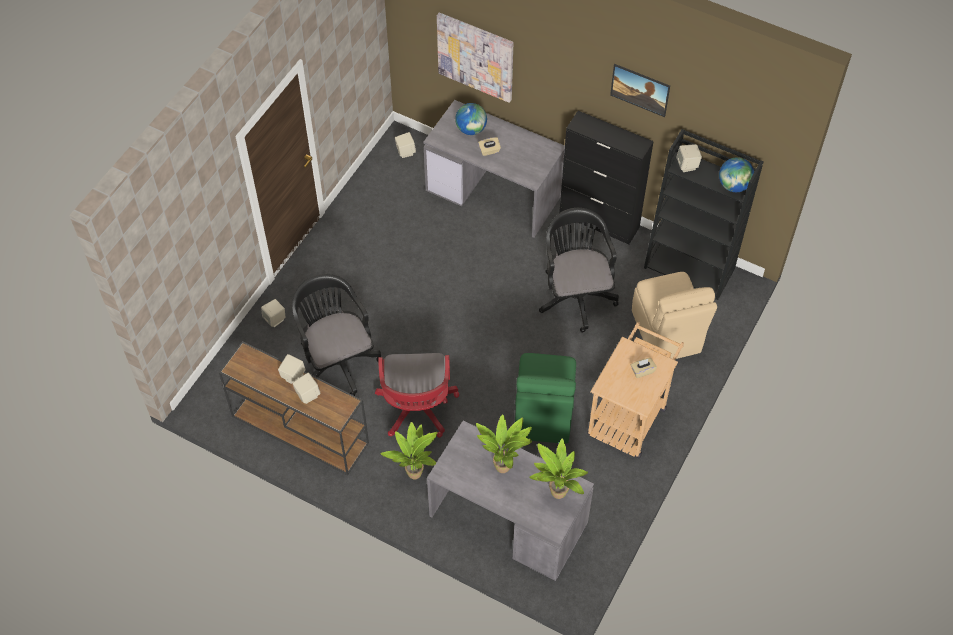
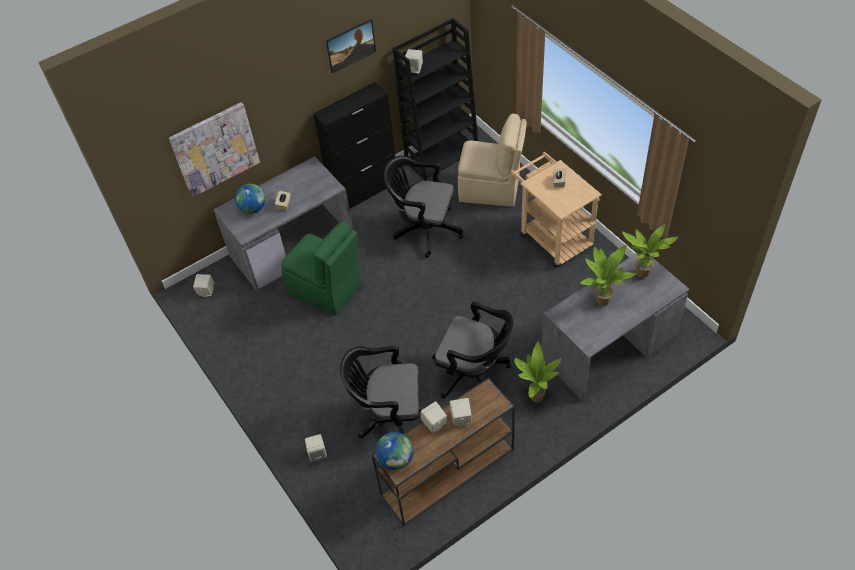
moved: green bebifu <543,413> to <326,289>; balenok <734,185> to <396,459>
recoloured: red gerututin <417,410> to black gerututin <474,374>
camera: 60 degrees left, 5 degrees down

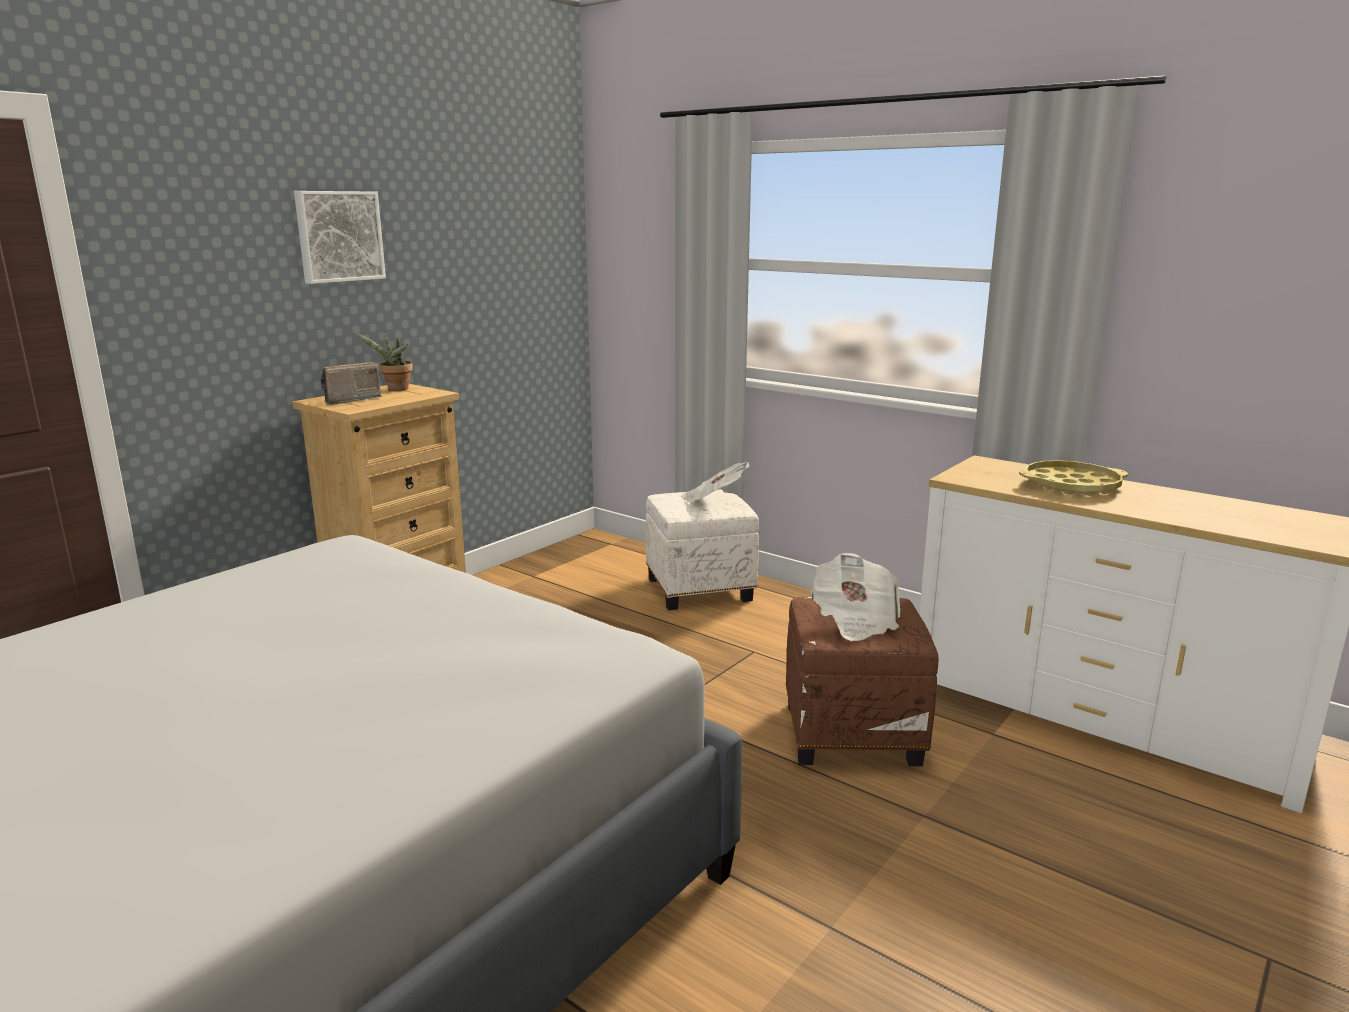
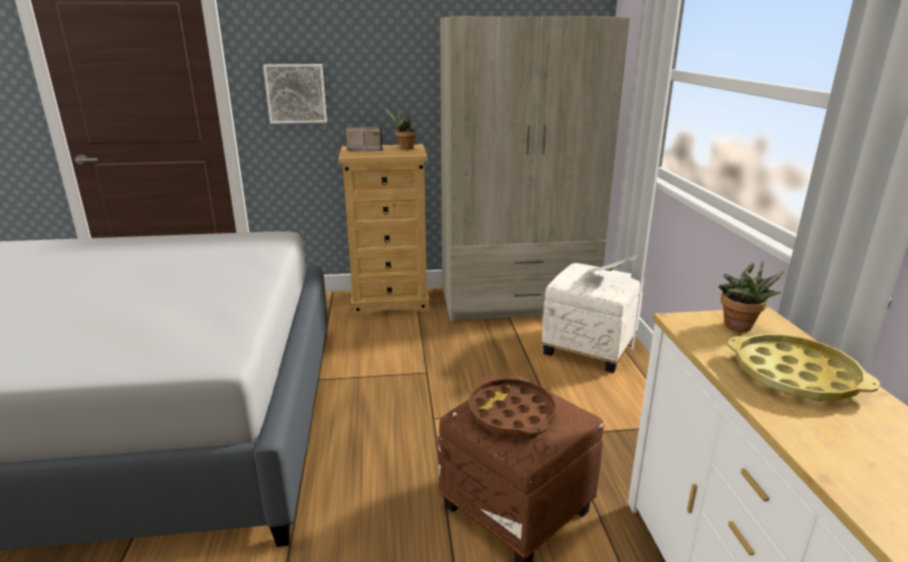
added: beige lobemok <517,300>; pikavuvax <739,328>
moved: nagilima <338,236> to <296,93>
replaced: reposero <855,620> to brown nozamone <511,413>
camera: 45 degrees right, 5 degrees up

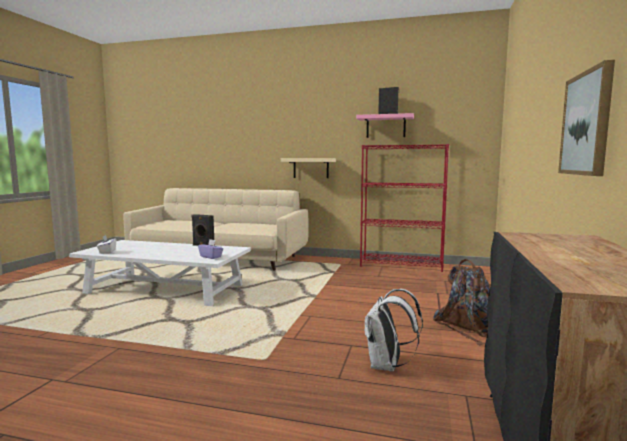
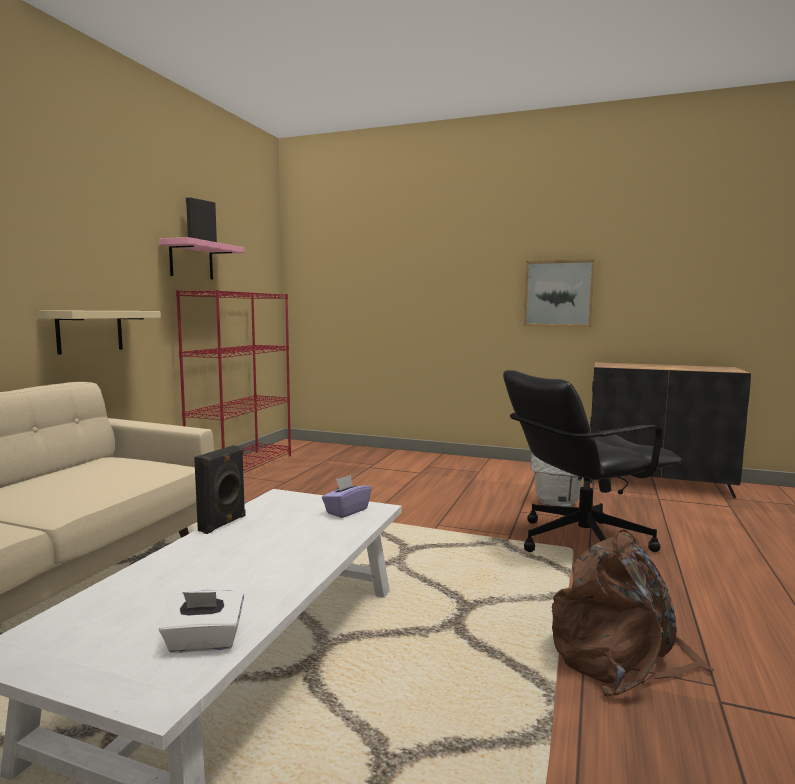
added: black gerututin <580,542>
moved: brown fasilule <470,328> to <620,658>
camera: 85 degrees left, 0 degrees up

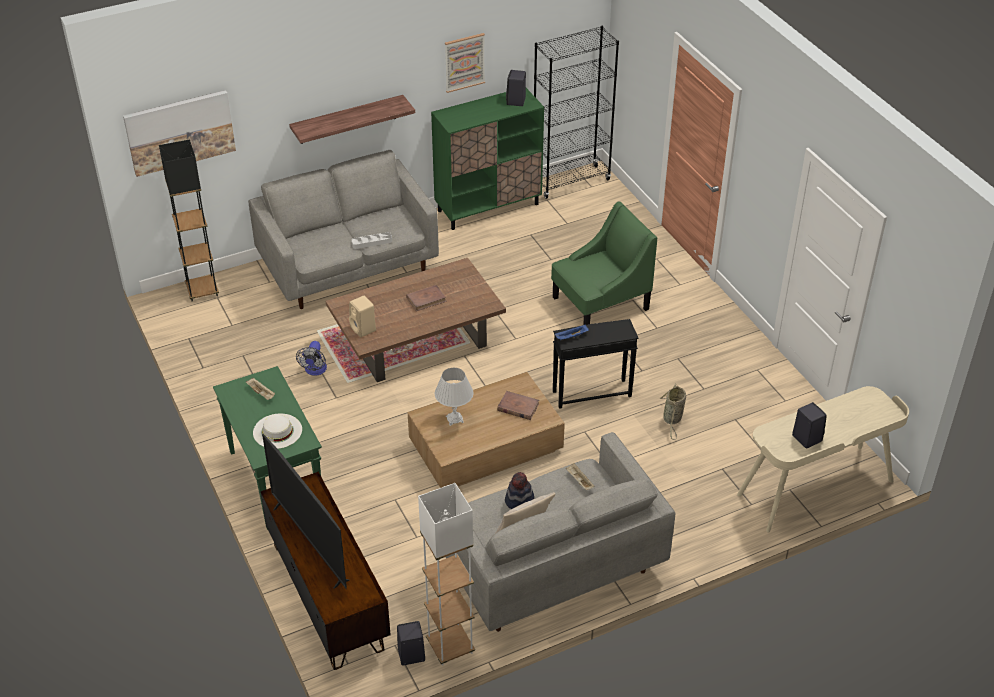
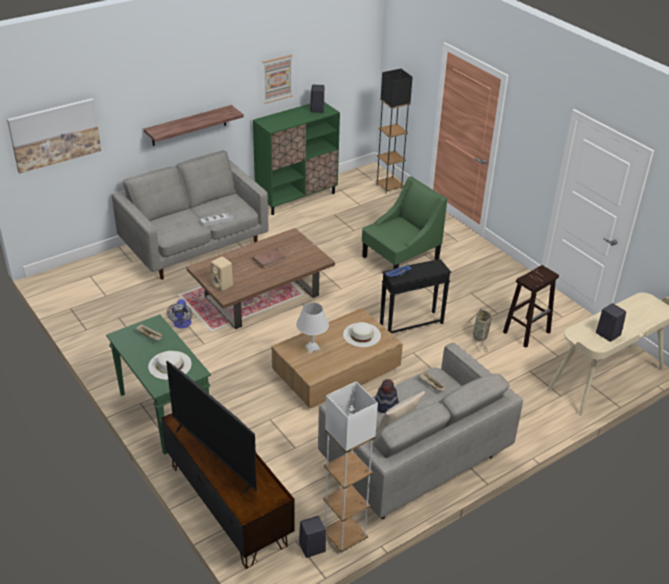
removed: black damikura <571,182>
added: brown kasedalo <527,332>
moved: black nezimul <202,290> to <389,187>
replaced: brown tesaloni <518,407> to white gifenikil <361,335>
camera: 10 degrees left, 5 degrees down

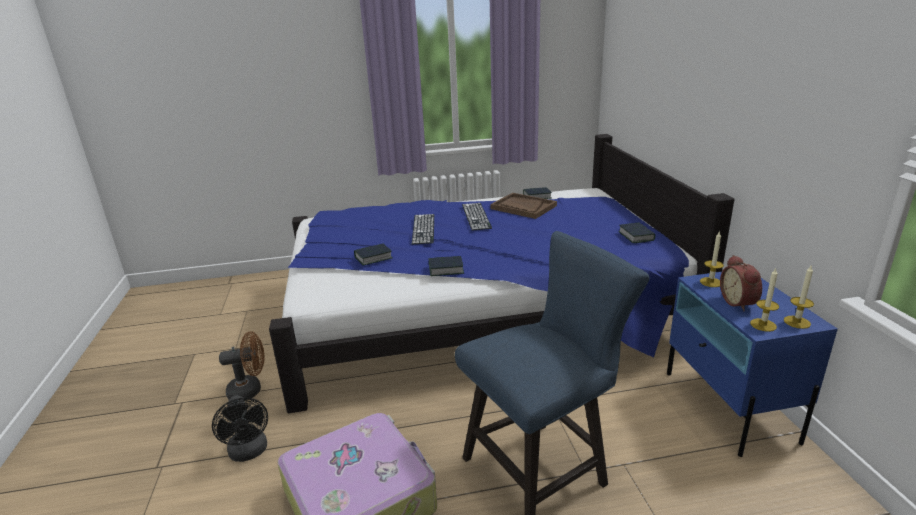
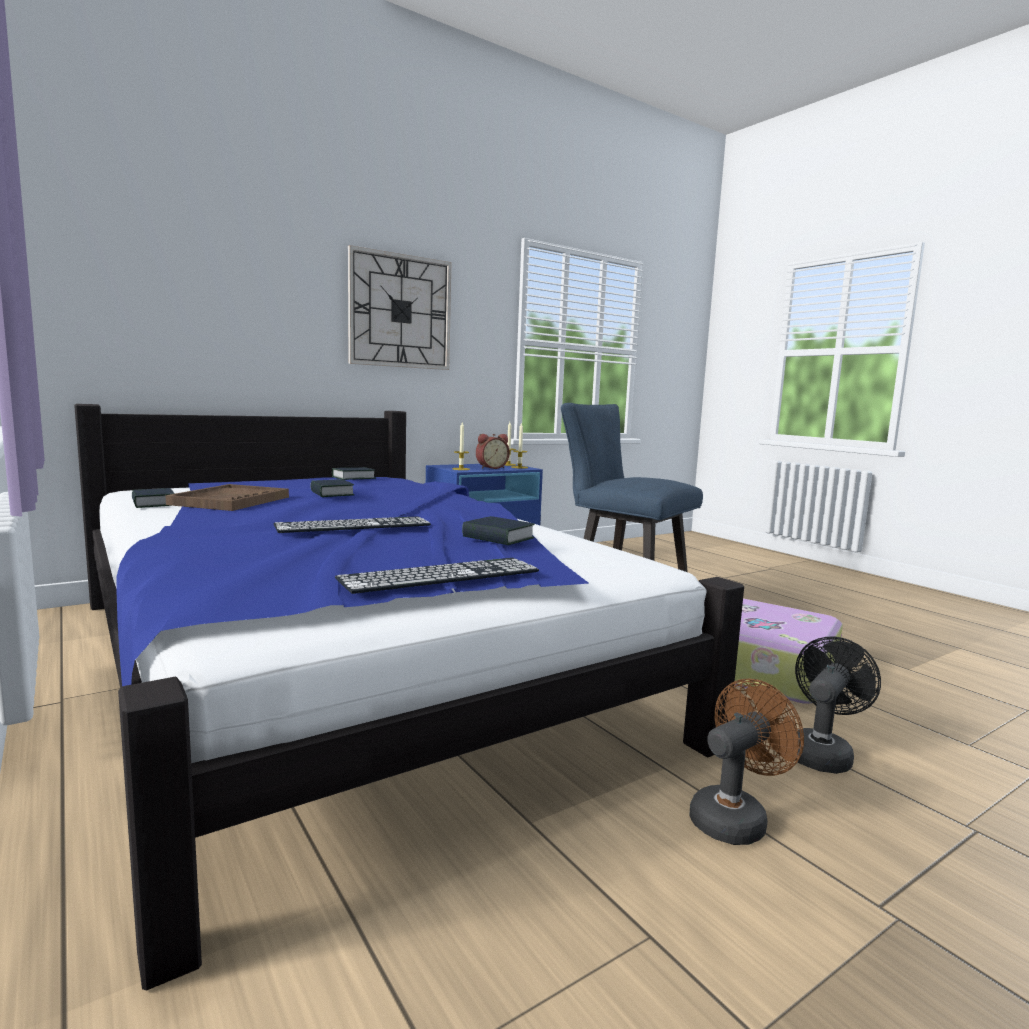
added: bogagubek <400,311>
moved: tesaloni <446,269> to <332,493>; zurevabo <476,216> to <441,575>
turned: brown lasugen <250,390> = <734,817> 90 degrees clockwise
camera: 115 degrees left, 15 degrees down

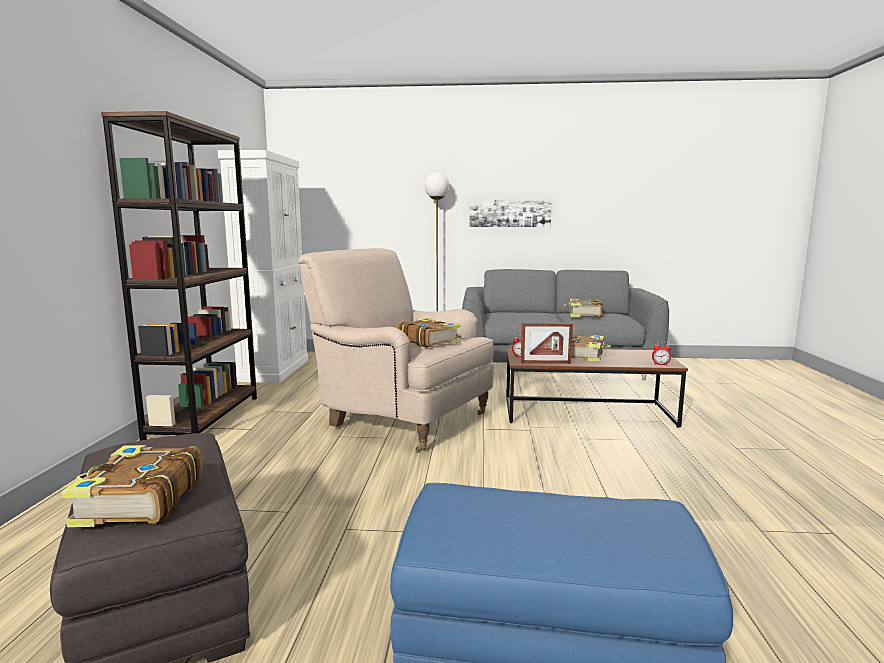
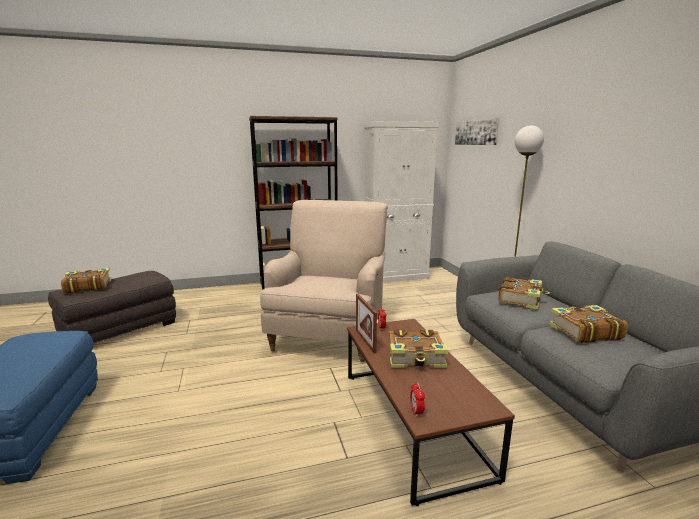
moved: tesaloni <428,341> to <521,299>; nagilima <509,213> to <476,132>
camera: 70 degrees right, 5 degrees up

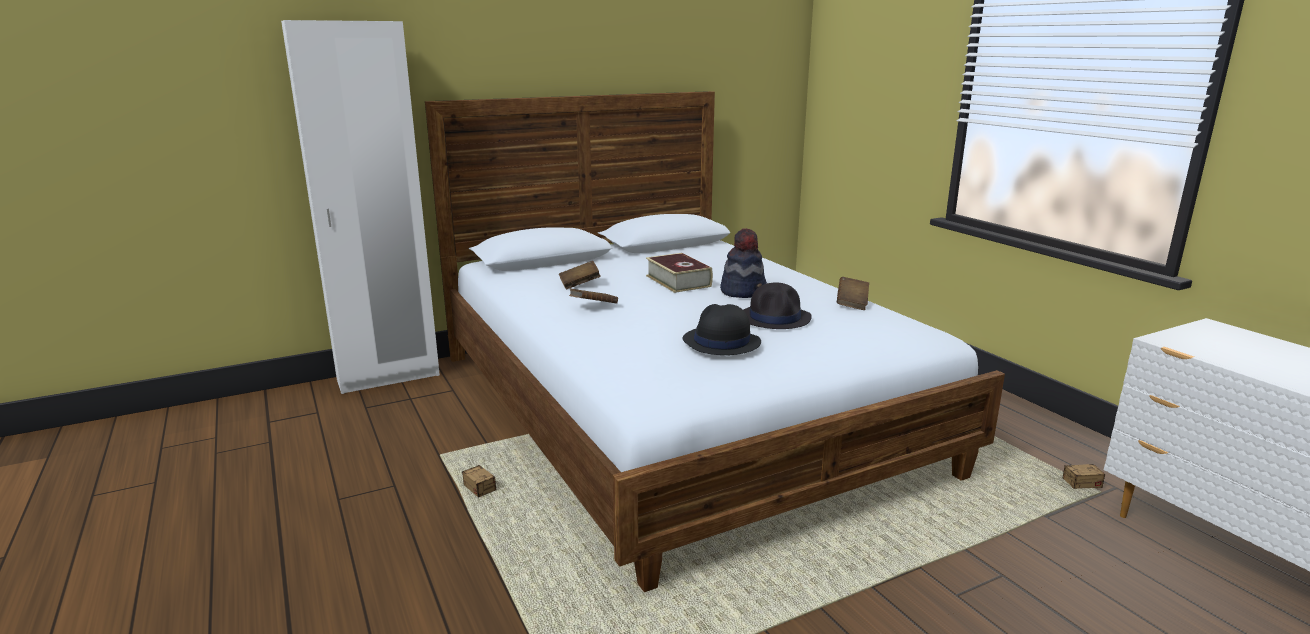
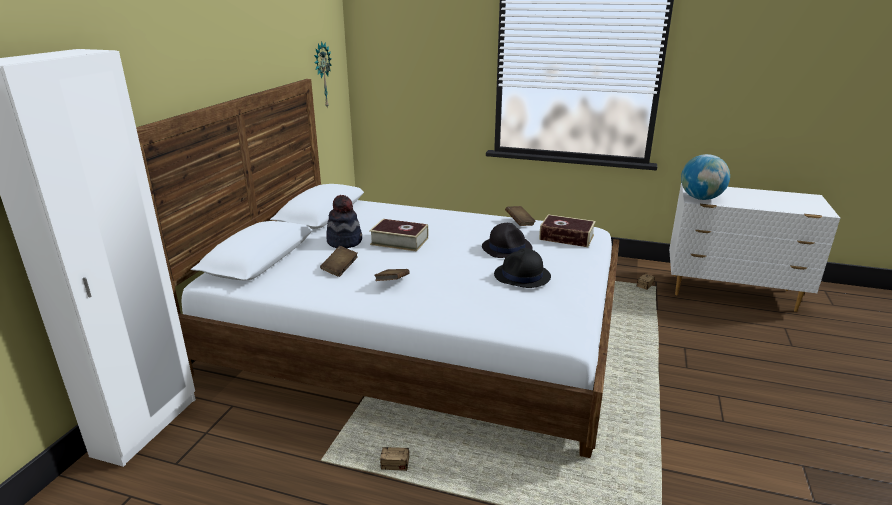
added: bogagubek <321,75>; tesaloni <566,237>; balenok <701,198>
moved: gifenikil <743,291> to <344,241>
camera: 45 degrees left, 5 degrees up

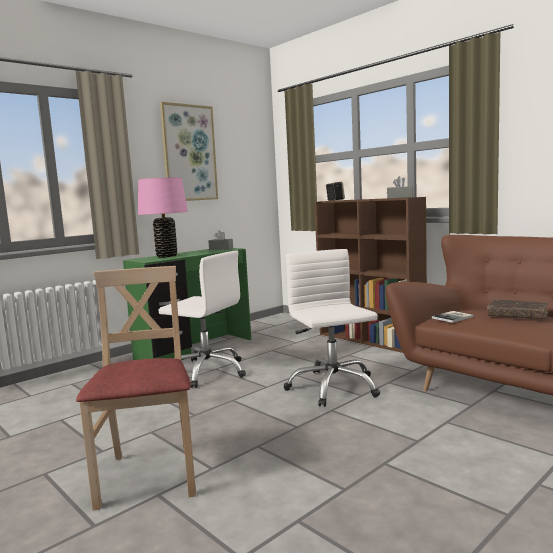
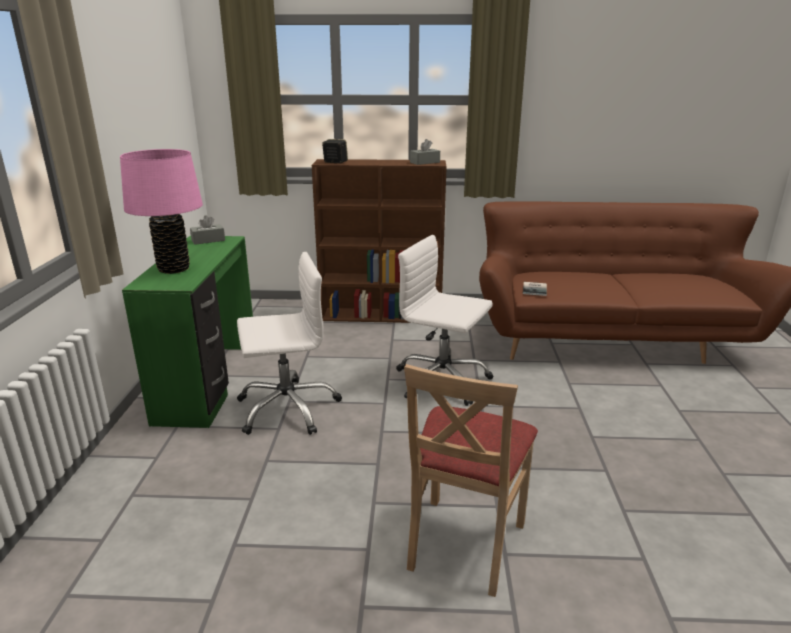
removed: nagilima <189,153>; brown tesaloni <517,316>
turned: beige bebifu <149,476> = <464,543> 105 degrees counterclockwise
camera: 45 degrees left, 15 degrees up

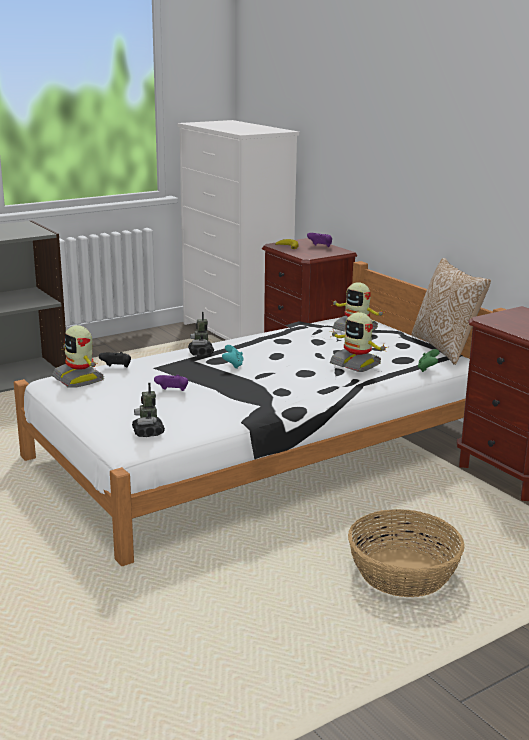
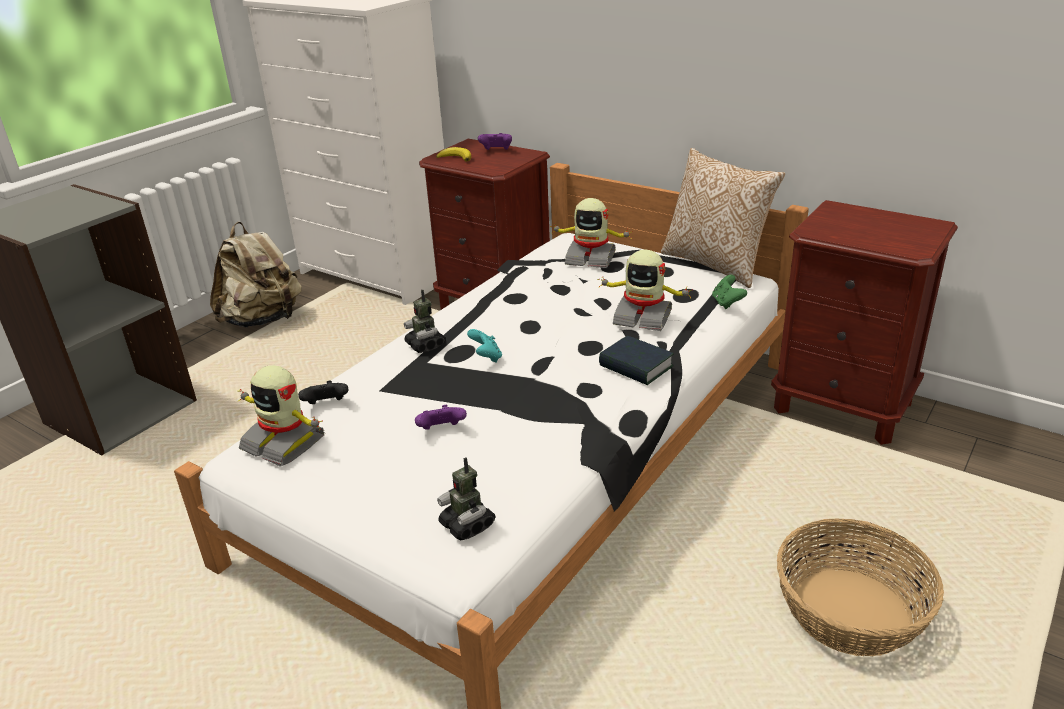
added: beige fasilule <263,320>; tesaloni <636,367>
camera: 20 degrees left, 10 degrees up

